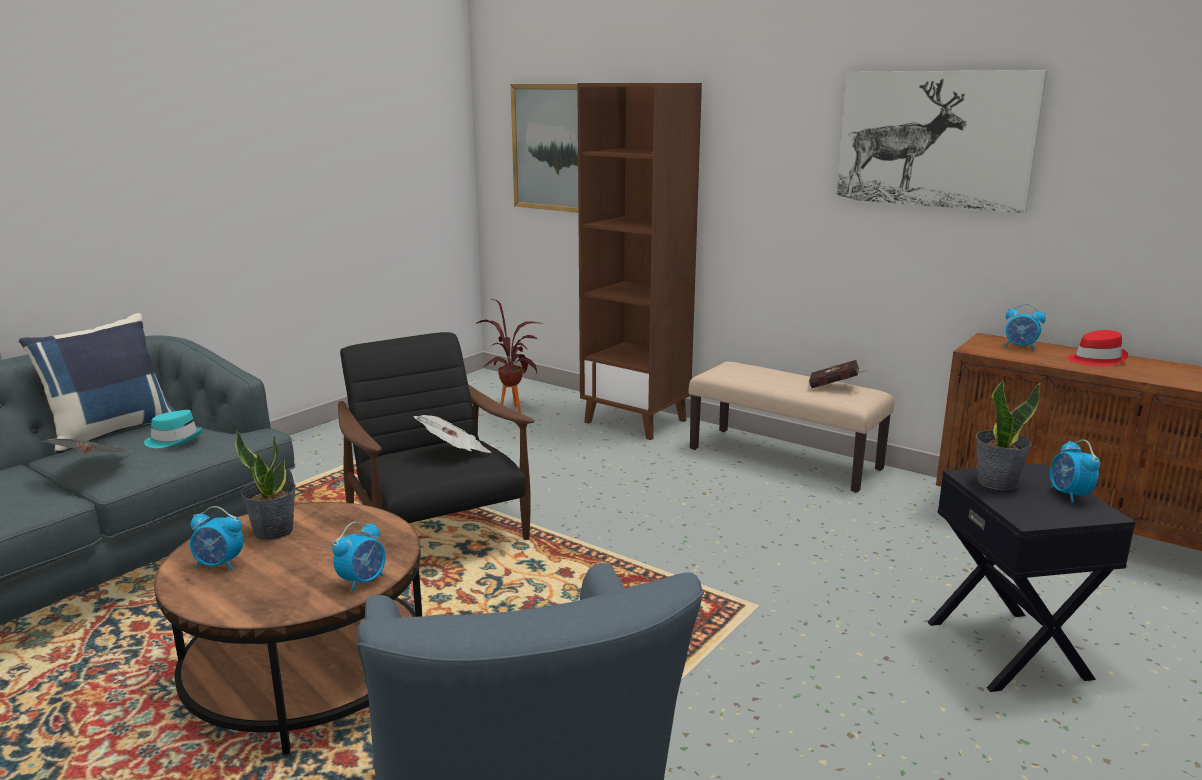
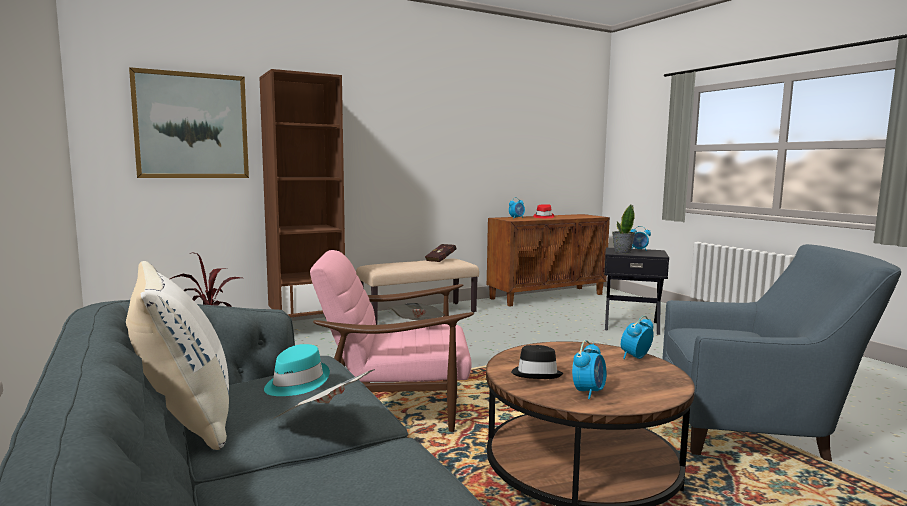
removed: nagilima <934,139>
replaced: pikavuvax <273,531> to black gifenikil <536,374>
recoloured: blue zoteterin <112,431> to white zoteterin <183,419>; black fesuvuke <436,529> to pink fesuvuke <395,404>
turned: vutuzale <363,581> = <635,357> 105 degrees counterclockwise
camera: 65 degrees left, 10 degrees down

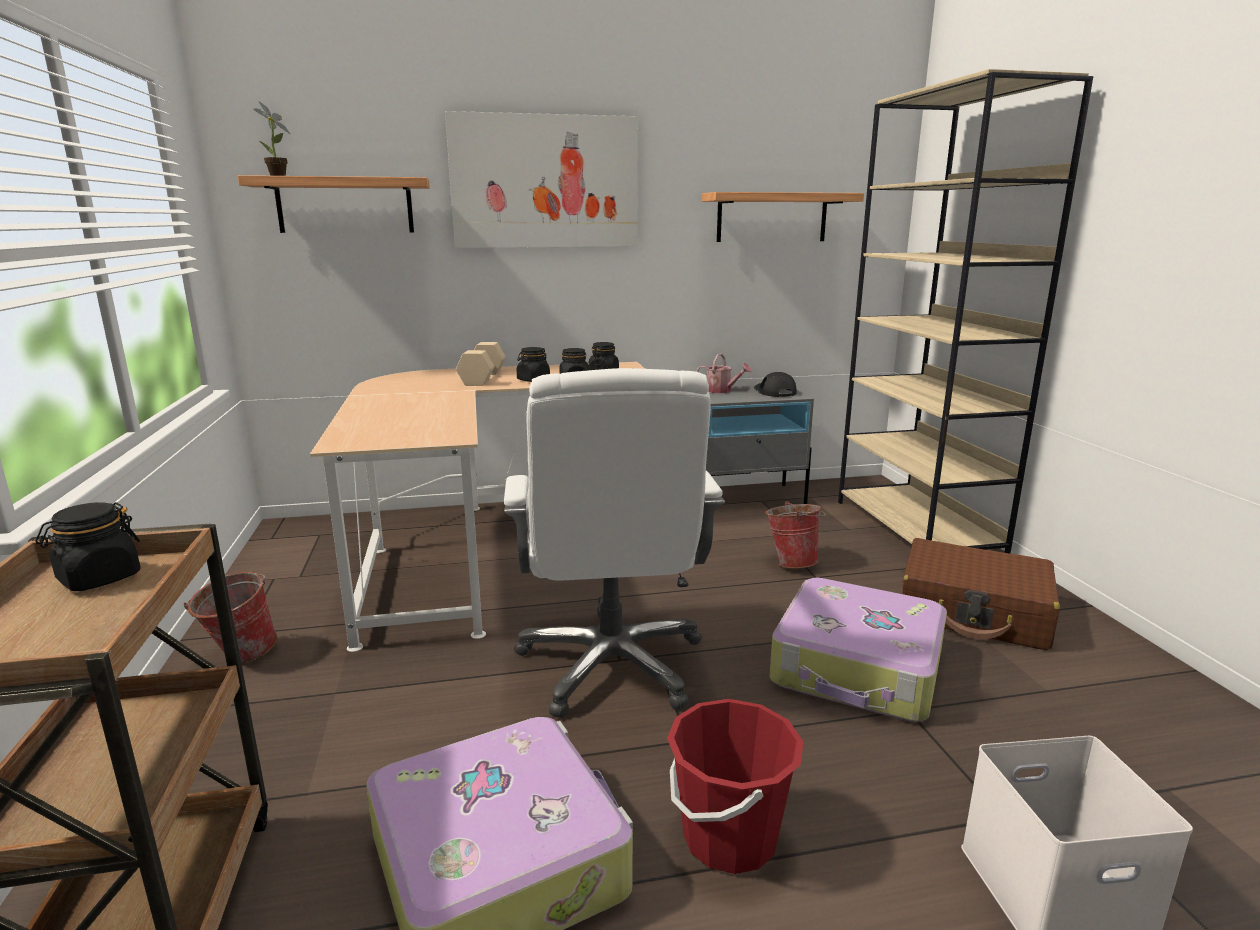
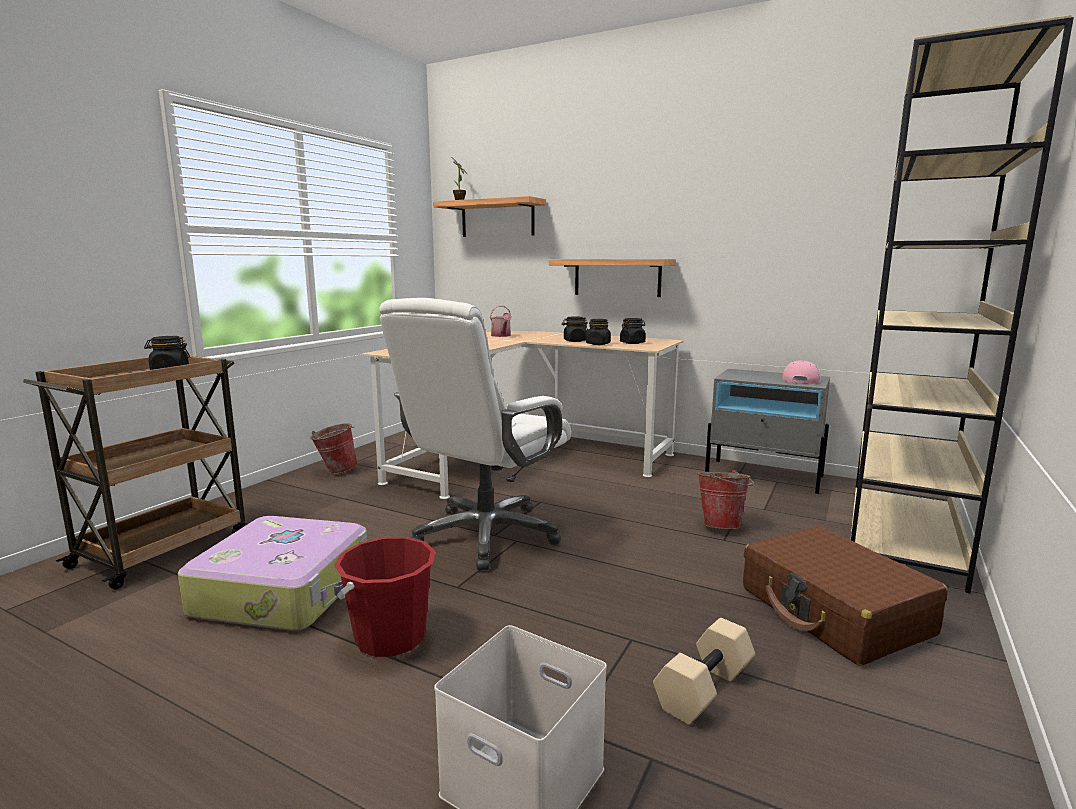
removed: nagilima <545,182>; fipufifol <858,669>
moved: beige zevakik <483,378> to <705,690>; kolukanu <722,391> to <501,336>; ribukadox <772,217> to <617,277>
recoloured: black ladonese <774,391> to pink ladonese <800,379>
camera: 40 degrees right, 5 degrees down

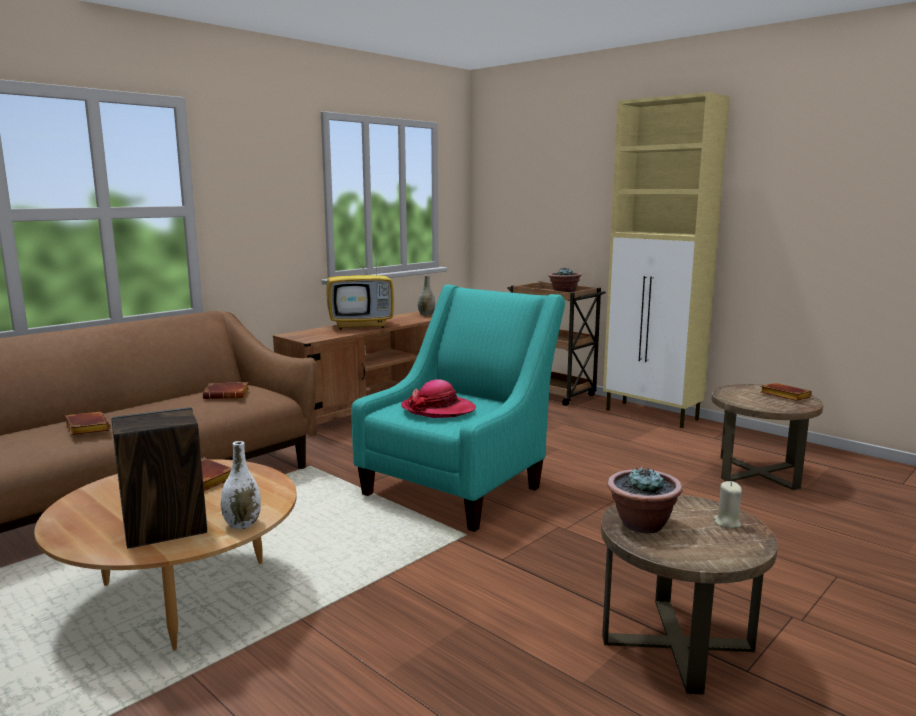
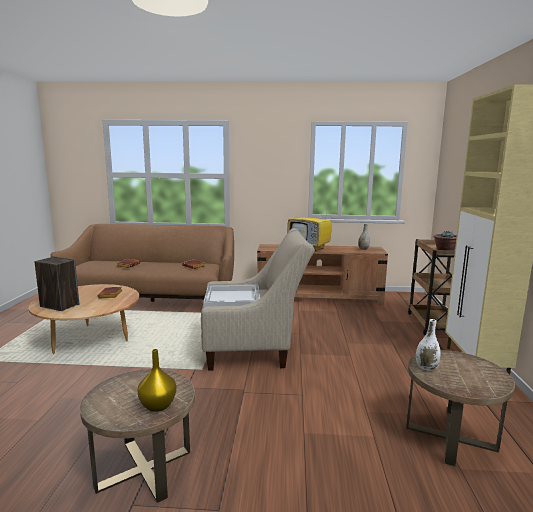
removed: pikavuvax <641,525>; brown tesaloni <783,396>
moved: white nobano <242,524> to <426,367>
replaced: gifenikil <438,409> to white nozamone <233,298>; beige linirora <727,523> to yellow nobano <158,406>
recoloured: turquoise fesuvuke <460,487> to beige fesuvuke <254,349>
camera: 50 degrees right, 0 degrees up

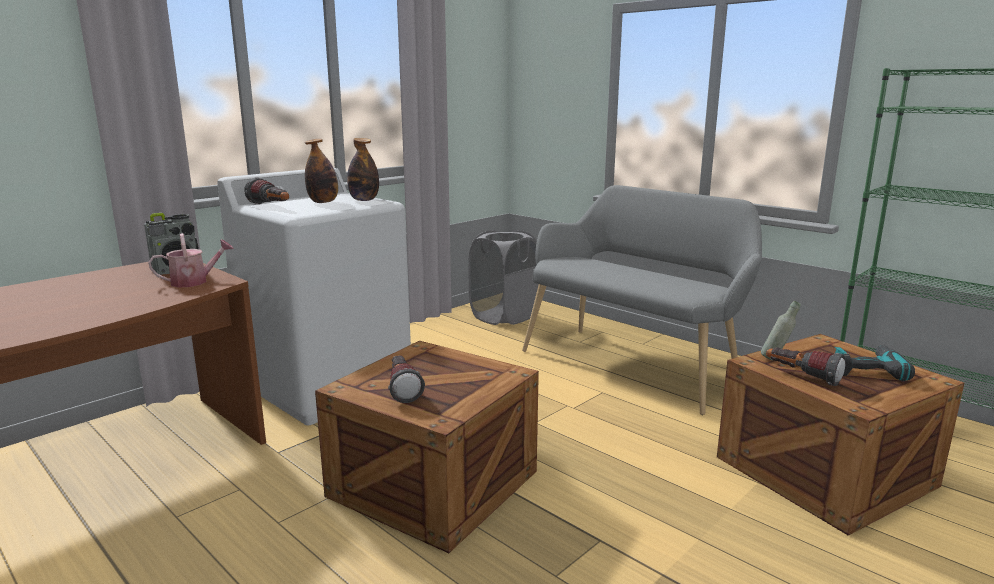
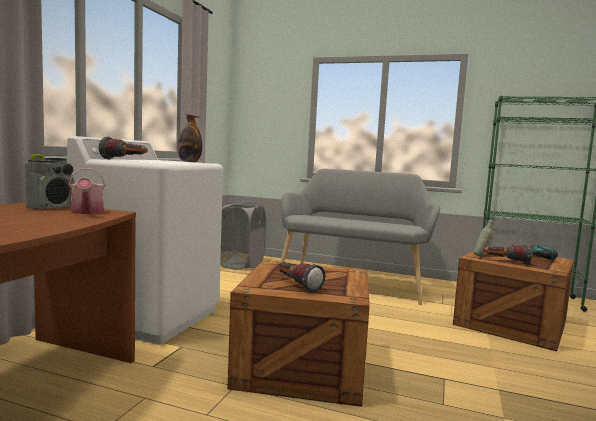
removed: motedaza <323,202>
turned: kolukanu <195,281> = <87,212> 120 degrees clockwise
camera: 25 degrees left, 10 degrees down

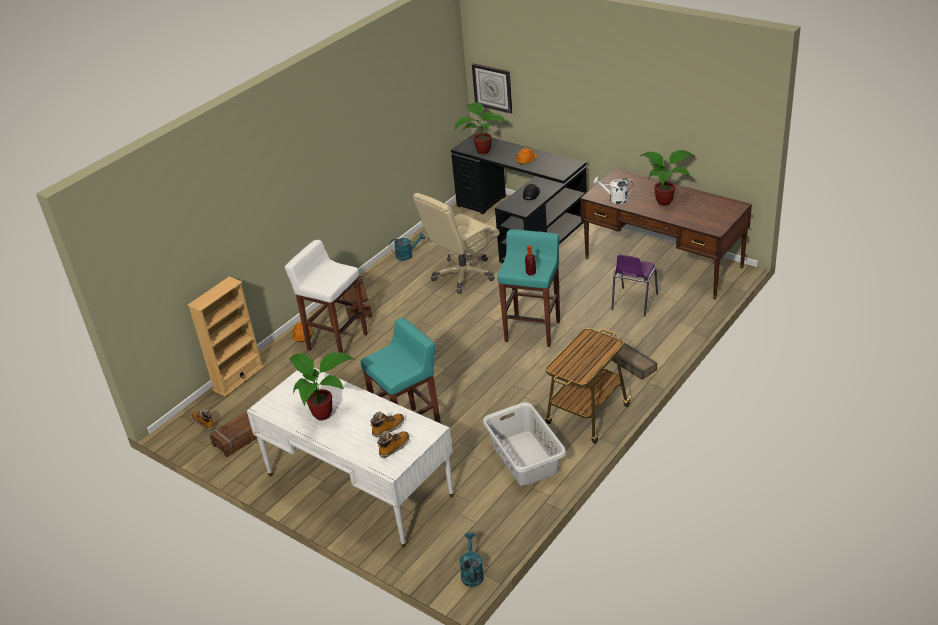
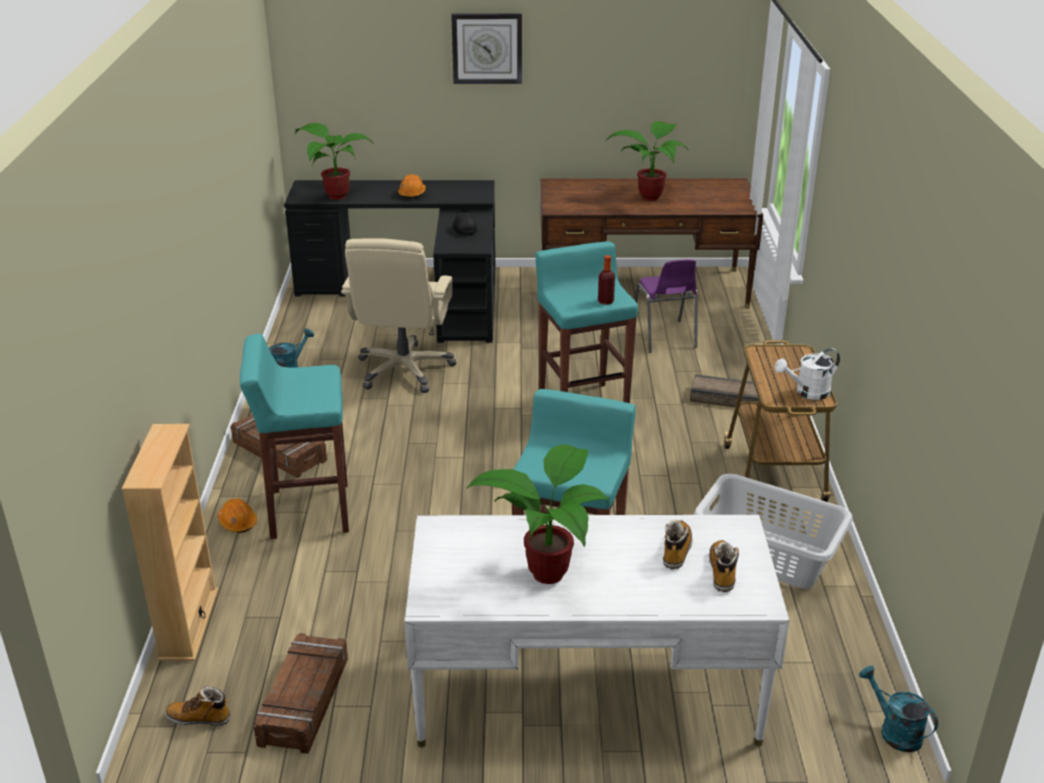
moved: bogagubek <492,87> to <487,48>; white kolukanu <615,199> to <807,393>
recoloured: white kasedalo <337,341> to turquoise kasedalo <308,511>
camera: 40 degrees left, 5 degrees down

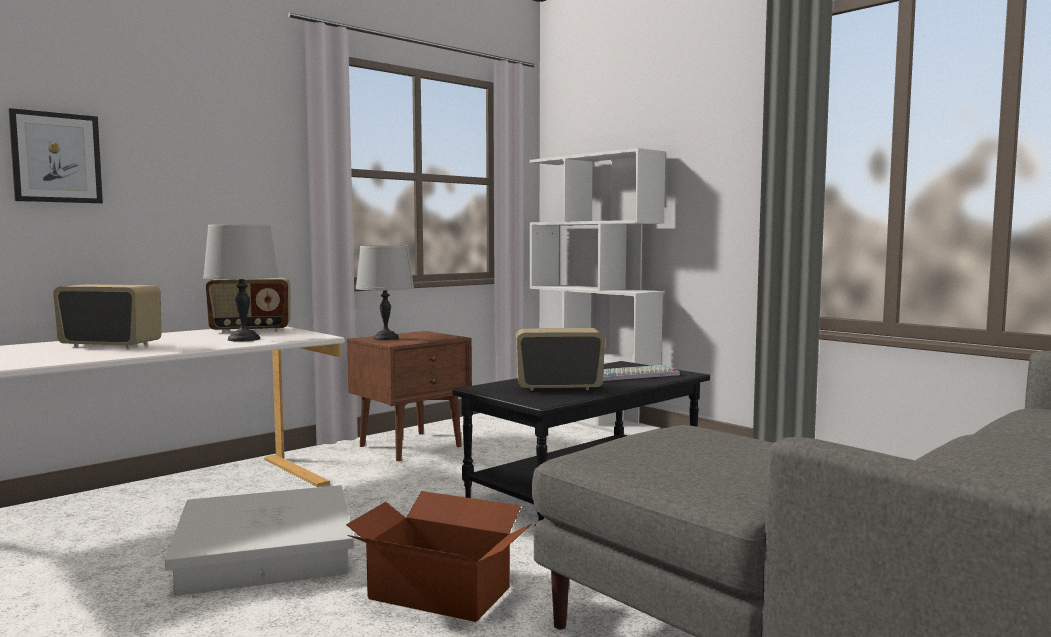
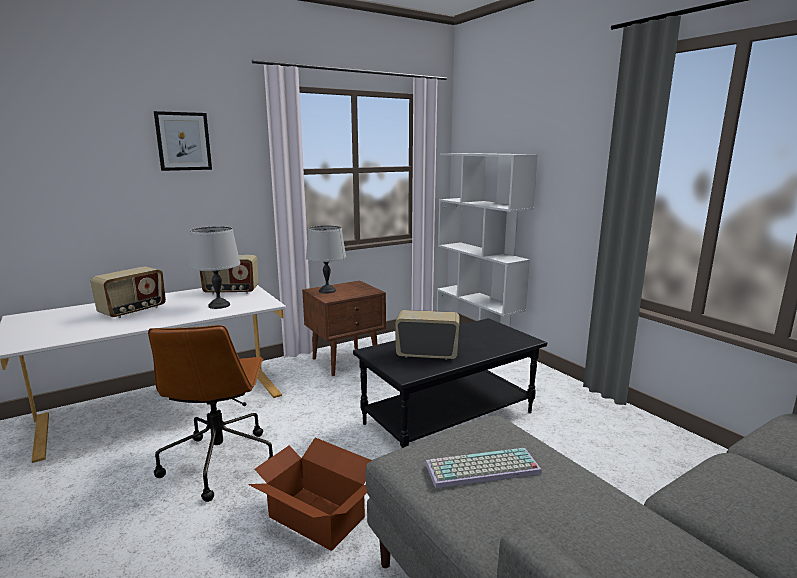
moved: nagilima <56,157> to <183,141>; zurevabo <633,375> to <482,470>
replaced: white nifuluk <264,552> to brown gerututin <220,461>
turned: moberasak <111,345> = <133,311> 105 degrees clockwise
camera: 10 degrees right, 10 degrees up

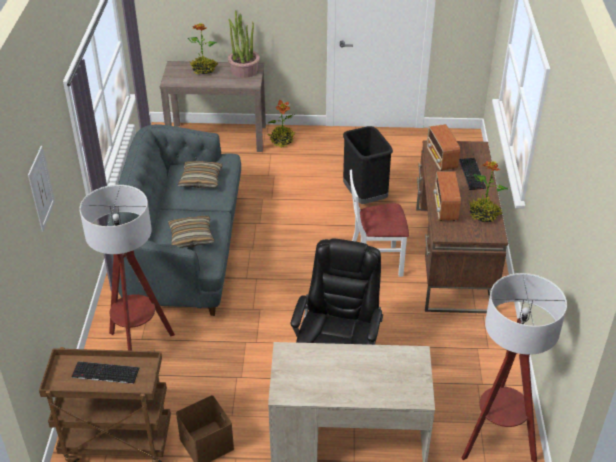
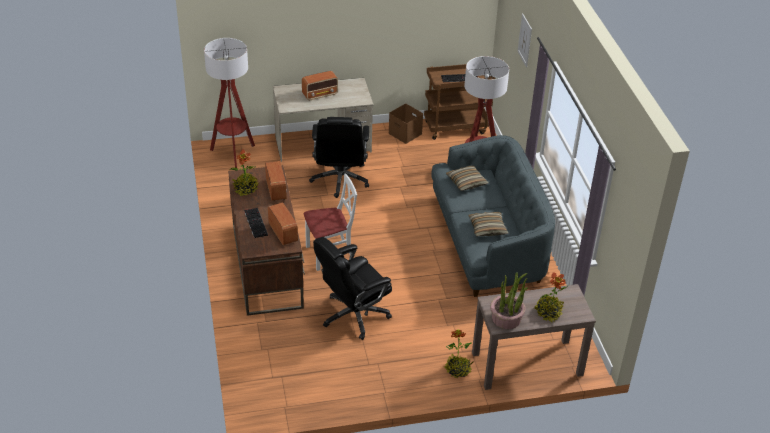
added: moberasak <320,94>
replaced: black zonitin <365,196> to black gerututin <353,315>
camera: 165 degrees right, 0 degrees up

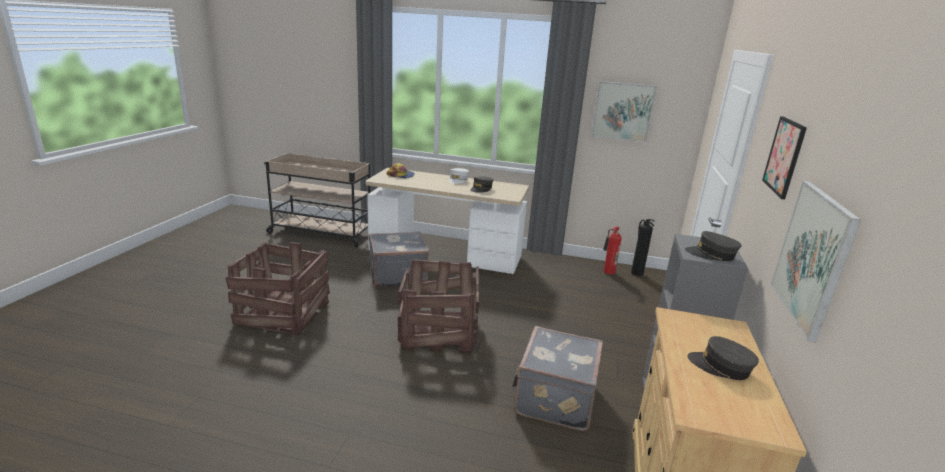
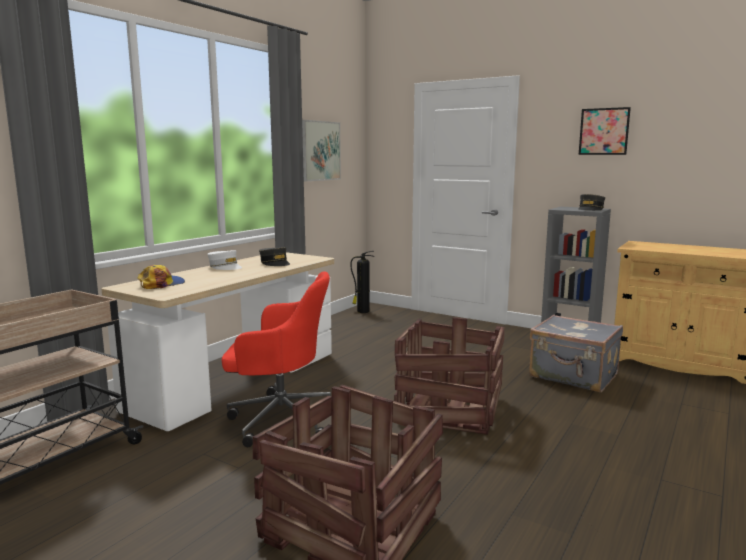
removed: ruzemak <607,272>; grey ladonese <720,367>; nagilima <812,257>
replaced: grey fipufifol <397,275> to red gerututin <280,418>
camera: 70 degrees left, 10 degrees down

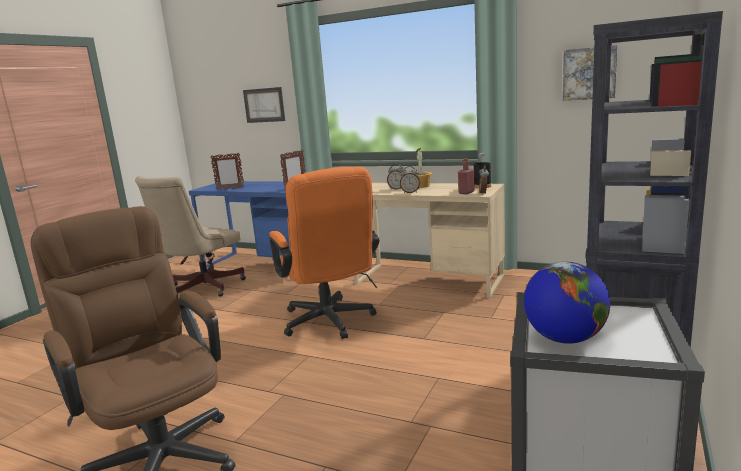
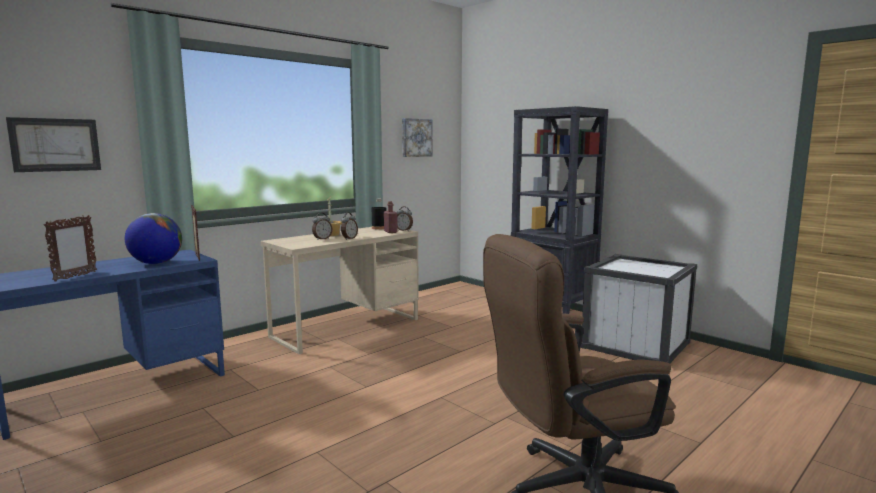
removed: beige gerututin <201,288>; orange gerututin <330,323>
moved: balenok <564,338> to <156,263>
camera: 70 degrees left, 5 degrees down

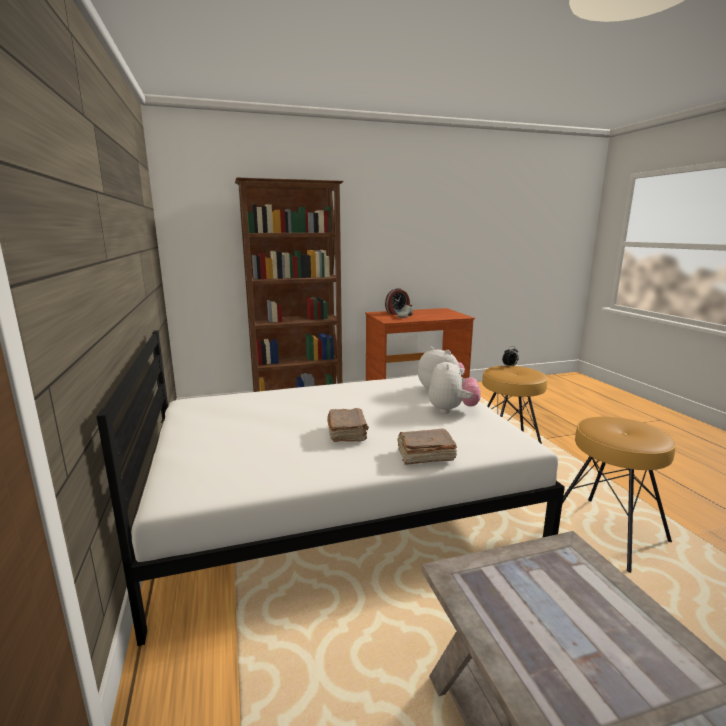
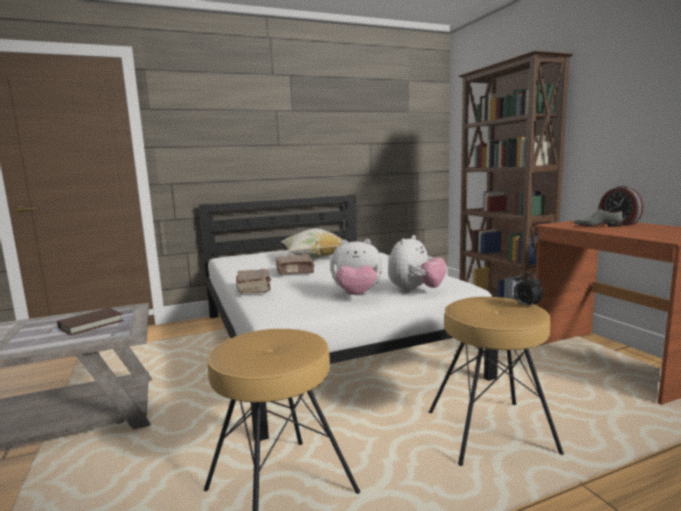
added: brown tesaloni <91,324>; zoteterin <314,258>
camera: 85 degrees right, 5 degrees down

